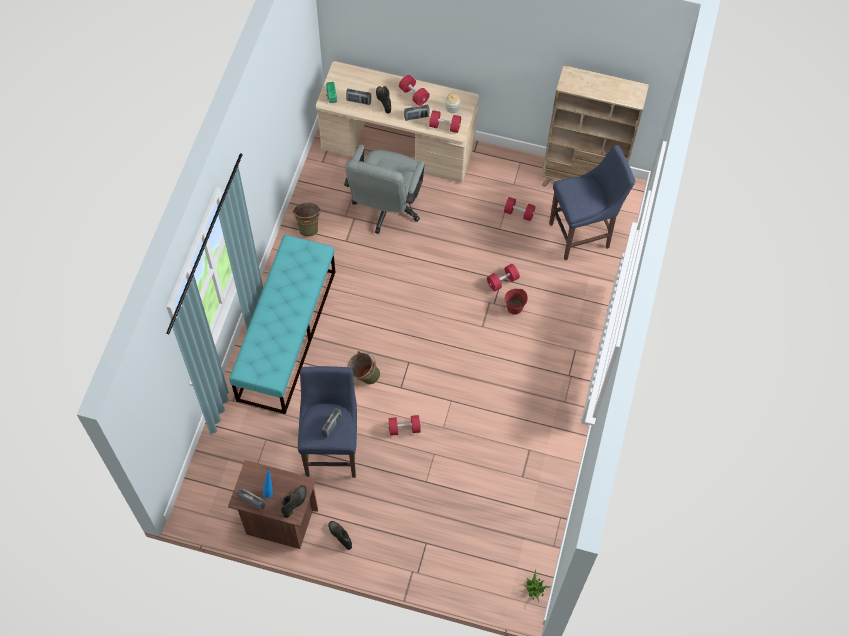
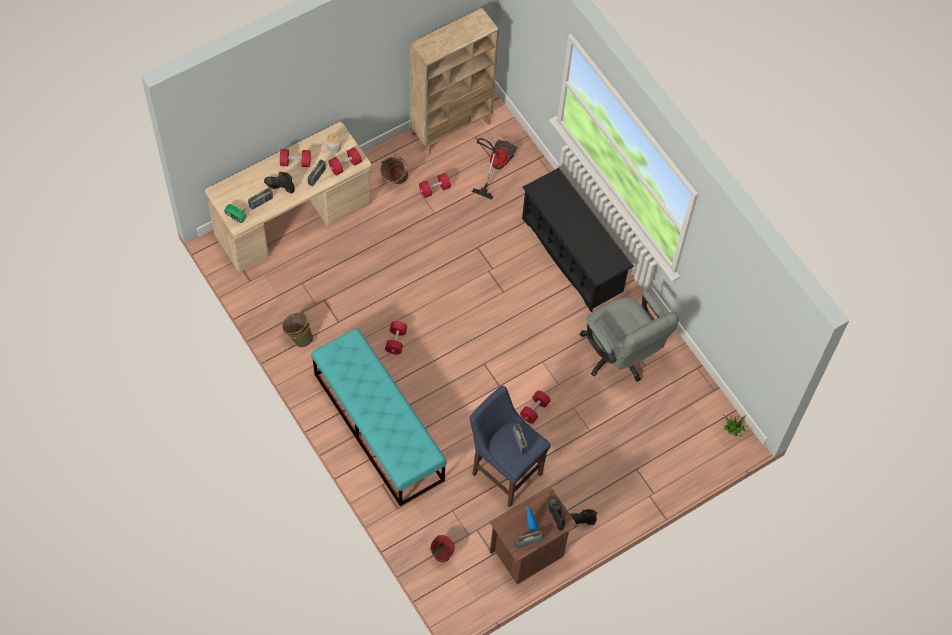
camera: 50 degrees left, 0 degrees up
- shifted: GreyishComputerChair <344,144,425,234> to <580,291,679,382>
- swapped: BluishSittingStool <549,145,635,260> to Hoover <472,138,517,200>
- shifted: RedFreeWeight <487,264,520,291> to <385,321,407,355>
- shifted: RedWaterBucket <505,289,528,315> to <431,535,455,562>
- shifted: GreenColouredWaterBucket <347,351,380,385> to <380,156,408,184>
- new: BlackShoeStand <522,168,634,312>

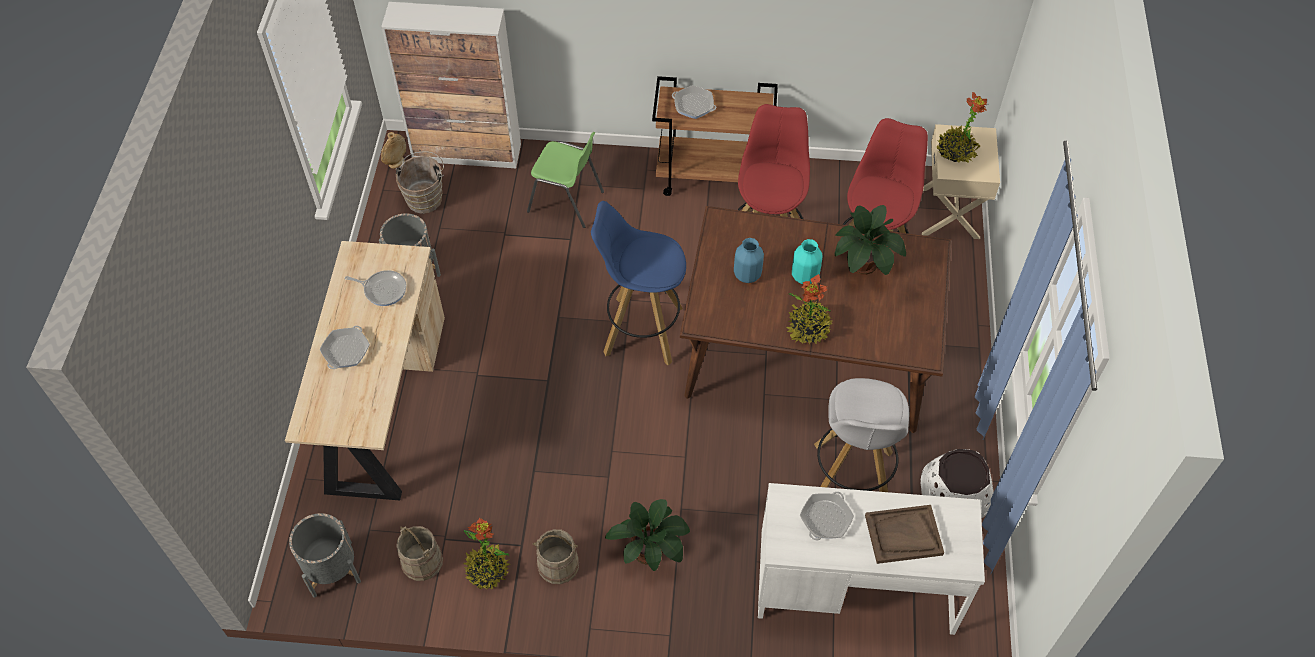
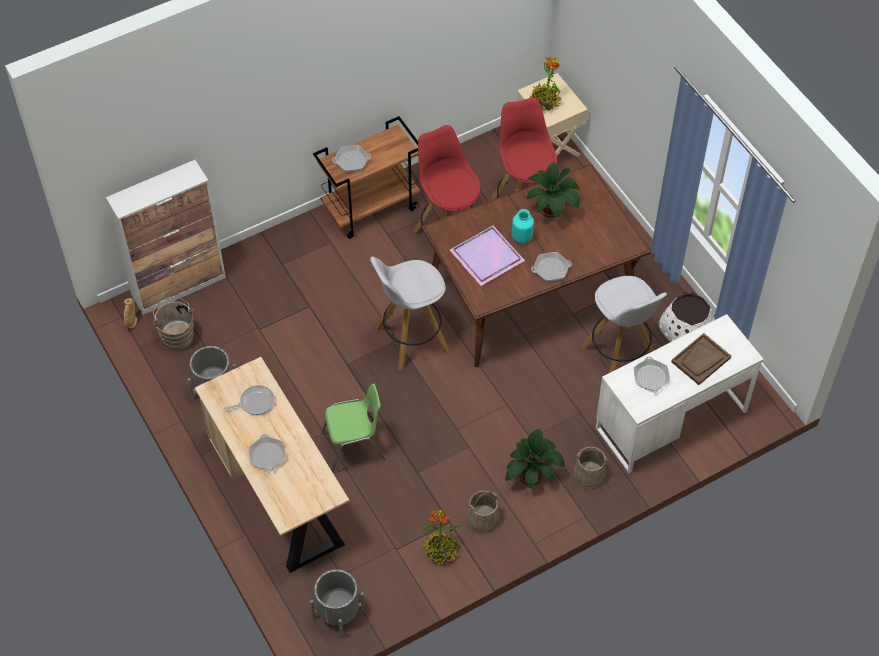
camera: 35 degrees left, 0 degrees up
- shifted: GreenColouredUprightChair <527,132,604,228> to <321,384,386,472>
- repainted: BluishSittingStool <591,201,686,366> to WhiteSittingStool <370,256,449,371>
- swapped: BluishVase <734,238,764,283> to PurpleCarryingTray <450,226,525,286>
- swapped: Houseplant <787,274,833,344> to Skillet <531,252,572,281>
- shifted: SandColouredWaterBucket <396,526,443,581> to <573,446,609,489>

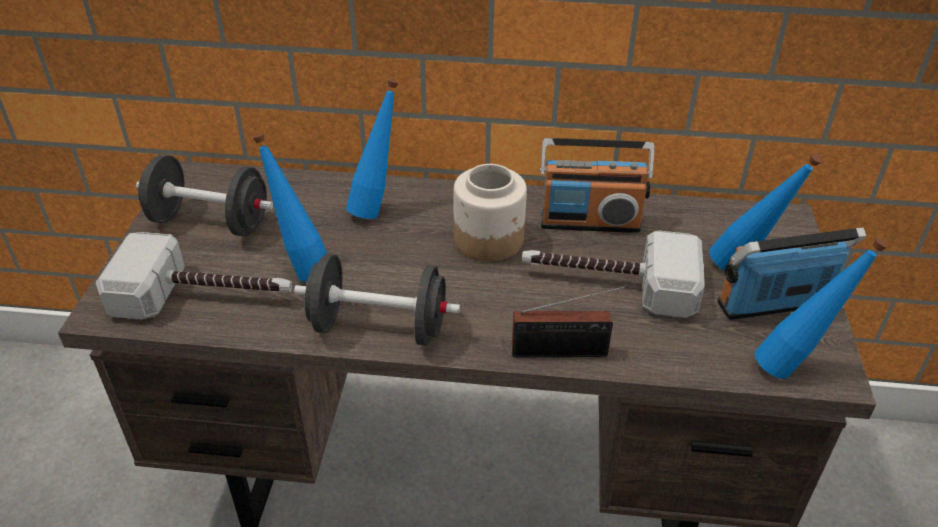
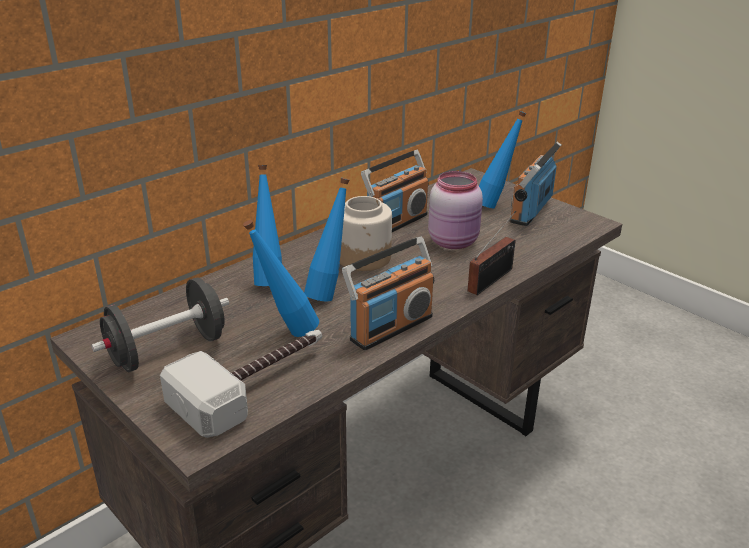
camera: 50 degrees left, 10 degrees down
- swapped: Hammer <522,231,705,318> to PinkJar <428,171,483,249>
- shifted: BluishDrinkBottle <755,238,888,379> to <304,178,349,301>
- swapped: BlackFreeWeight <294,254,460,346> to RadioSet <342,236,434,350>

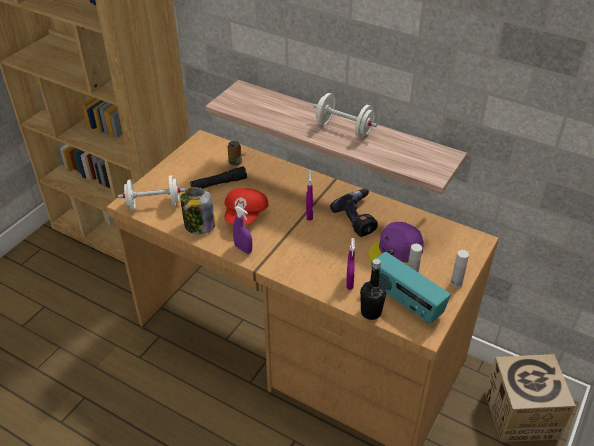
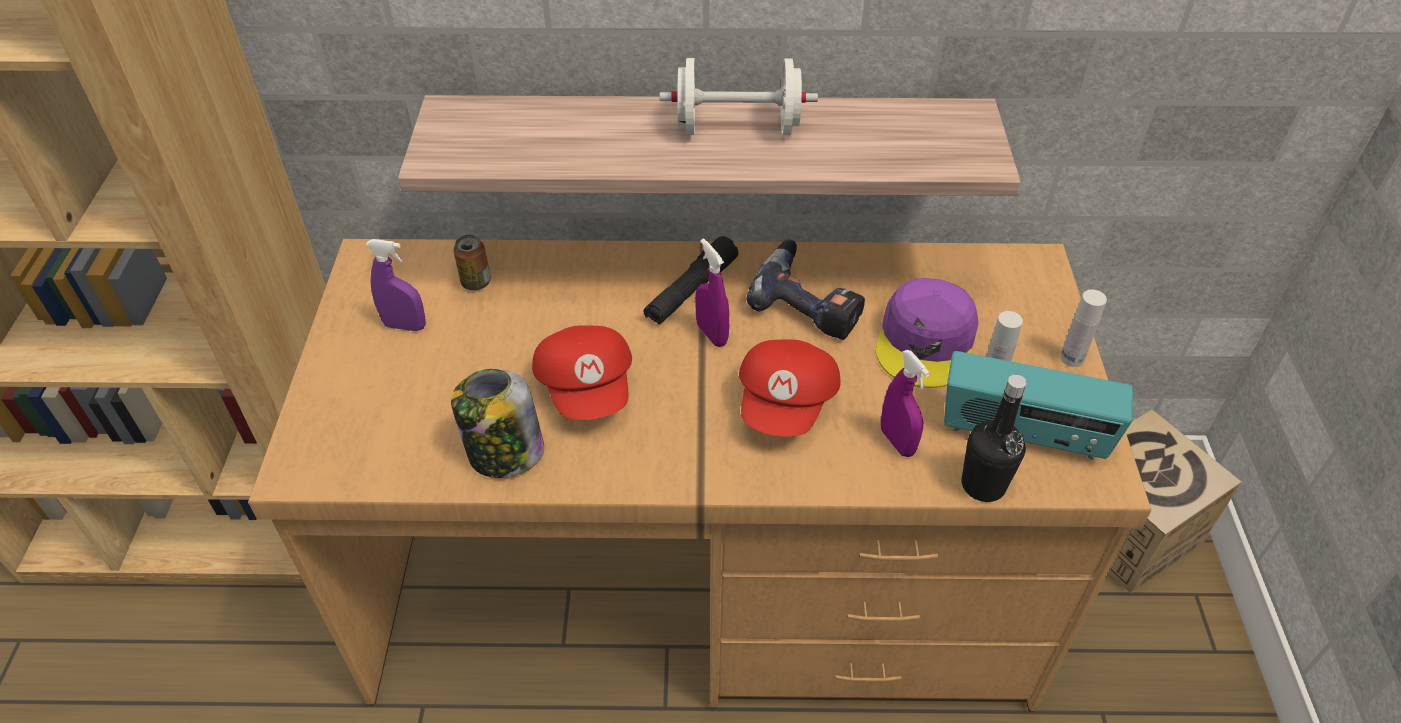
camera: 30 degrees left, 5 degrees up
- shifted: BlackHandTorch <190,166,247,189> to <644,236,738,325>
- gone: WhiteFreeWeight <118,175,185,211>
- shifted: PurpleSprayer <233,206,252,253> to <365,239,426,331>
- new: RedBaseballCap <739,340,841,437>

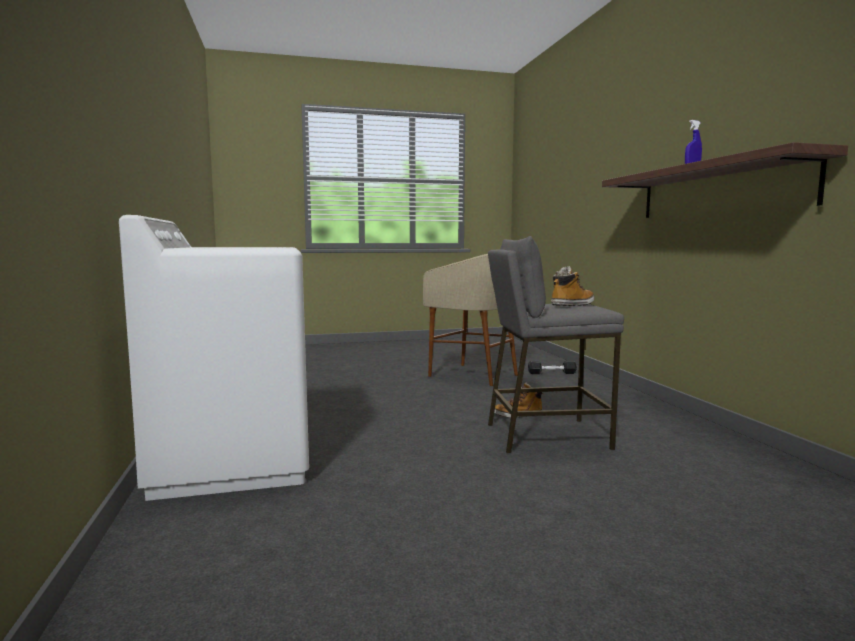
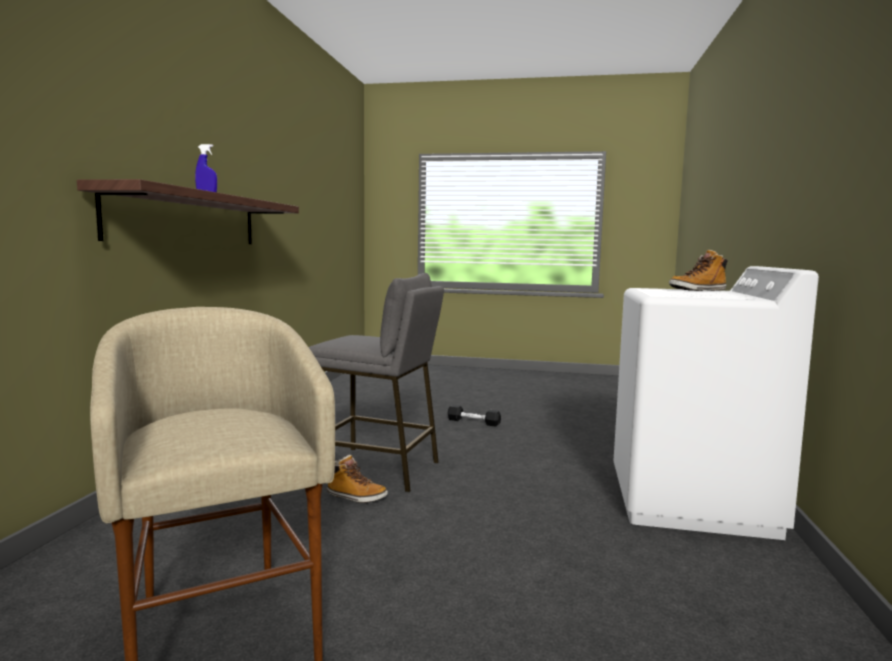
camera: 155 degrees left, 0 degrees up
- shifted: HighTopBoot <551,266,594,306> to <669,249,728,291>
- shifted: BlackFreeWeight <528,361,577,374> to <447,405,501,427>

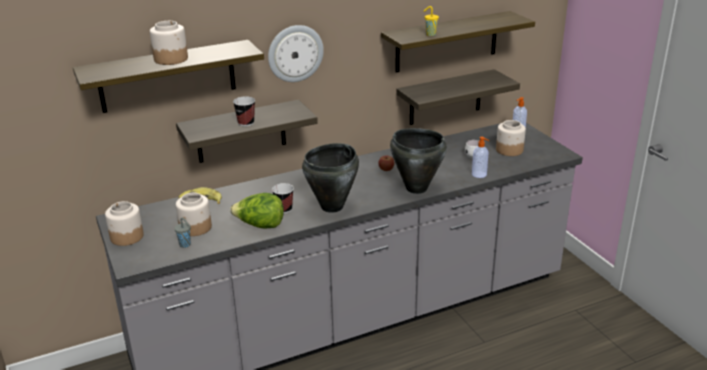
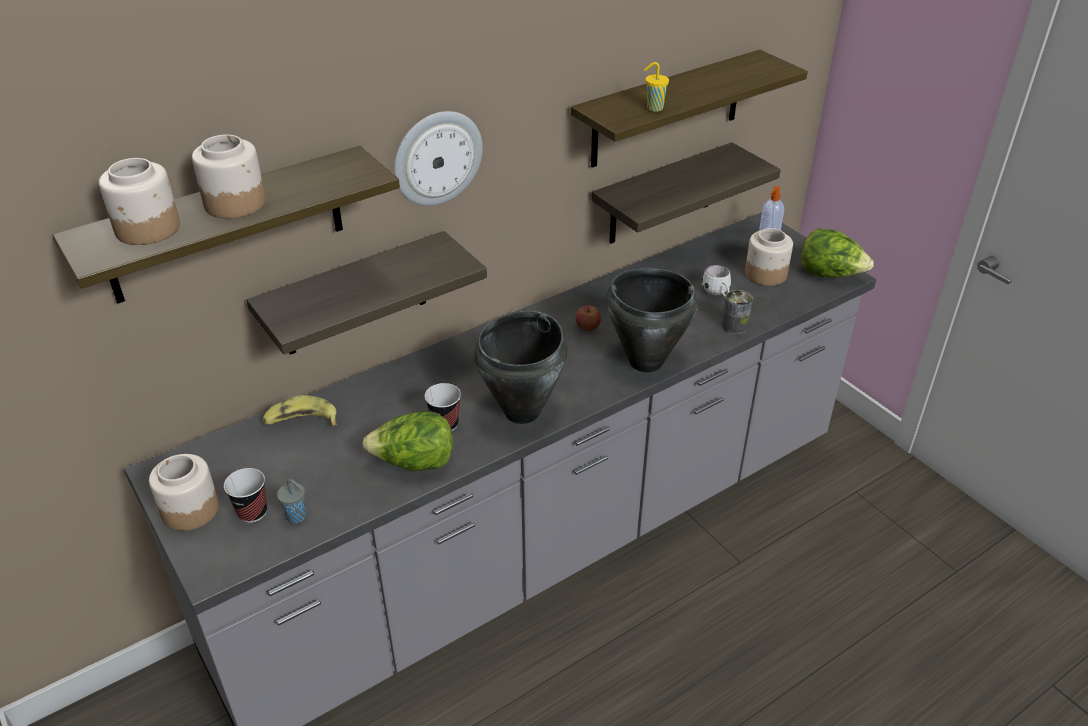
camera: 10 degrees left, 10 degrees up
- shifted: SmallCup <233,96,255,127> to <224,468,267,523>
- swapped: SoapDispenser <472,137,489,178> to SealedCan <722,290,753,334>
- shifted: Jar <176,193,212,236> to <99,158,180,245>
- new: Lettuce <801,228,874,278>

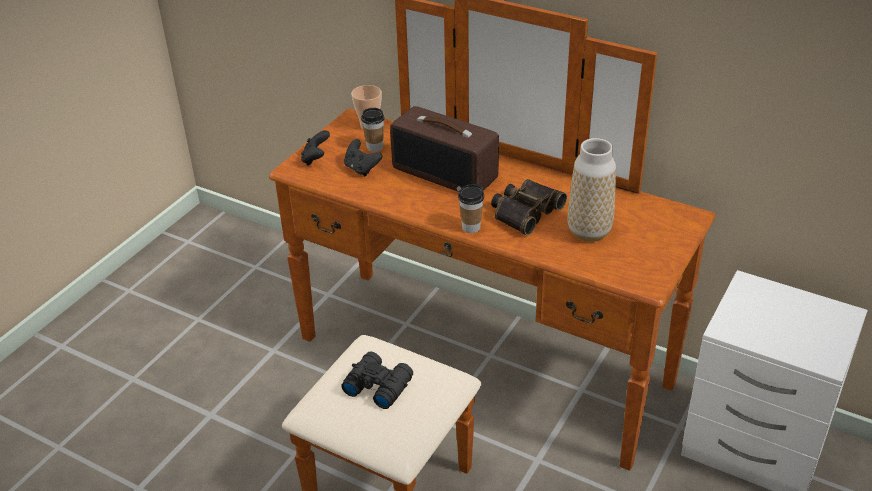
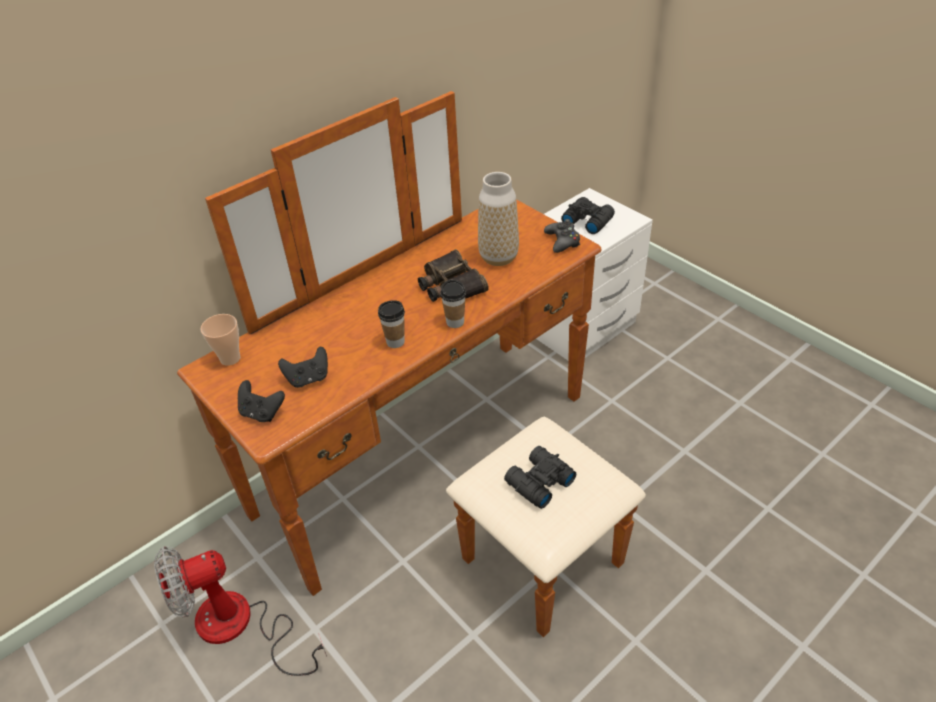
camera: 70 degrees left, 5 degrees up
- gone: RadioSet <390,106,499,192>
- shifted: SmallCup <361,108,385,152> to <378,300,405,348>
- new: BlackBinoculars <561,197,615,234>
- new: BlackGamepad <544,219,580,253>
- new: CoolingFan <154,546,327,676>

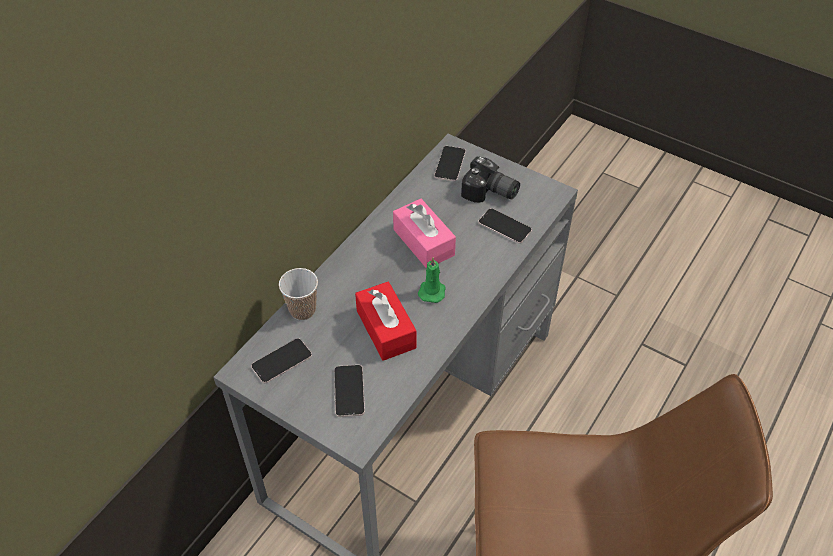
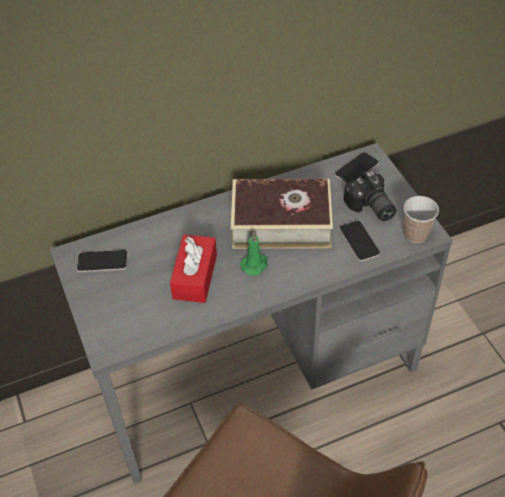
camera: 35 degrees right, 0 degrees up
- swapped: PinkTissueBox <393,199,456,269> to BoundBook <231,179,333,249>
- shifted: SmallCup <279,268,318,320> to <404,196,439,243>
- gone: Handset <334,365,365,417>

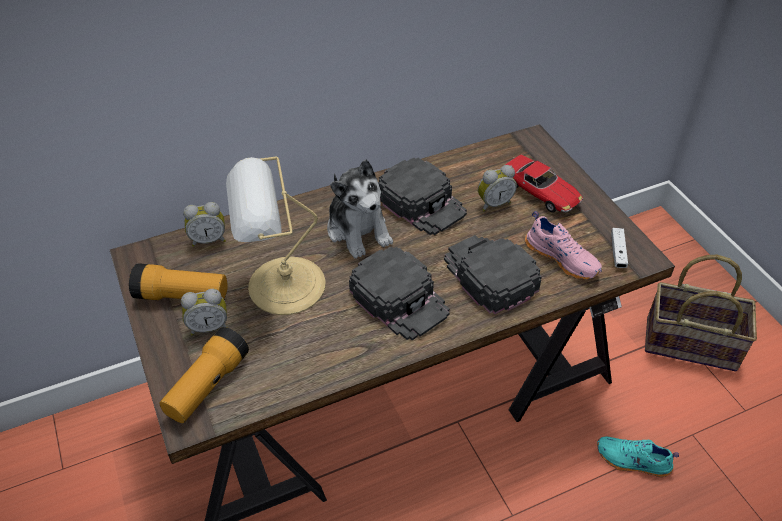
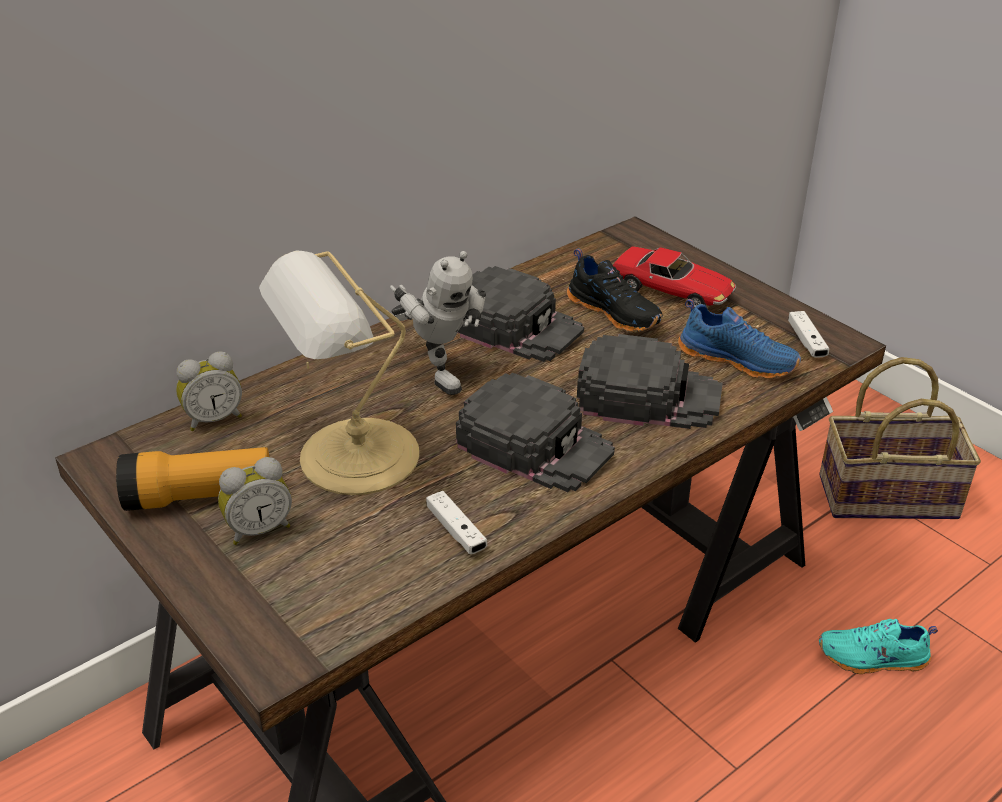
camera: 15 degrees left, 10 degrees down
- swapped: CuddlyToy <327,159,393,259> to ToyRobot <390,251,486,395>
- swapped: BedsideClock <478,165,517,211> to BlackItemOfFootwear <567,248,663,332>
- repainted: PinkItemOfFootwear <525,211,602,280> to BluishItemOfFootwear <678,299,801,379>
- rotated: BlackBaseballCap <444,235,542,314> = <577,334,723,429> 150 degrees clockwise
- gone: HandTorch <159,327,249,423>
- new: WhiteGamepad <426,491,487,554>

